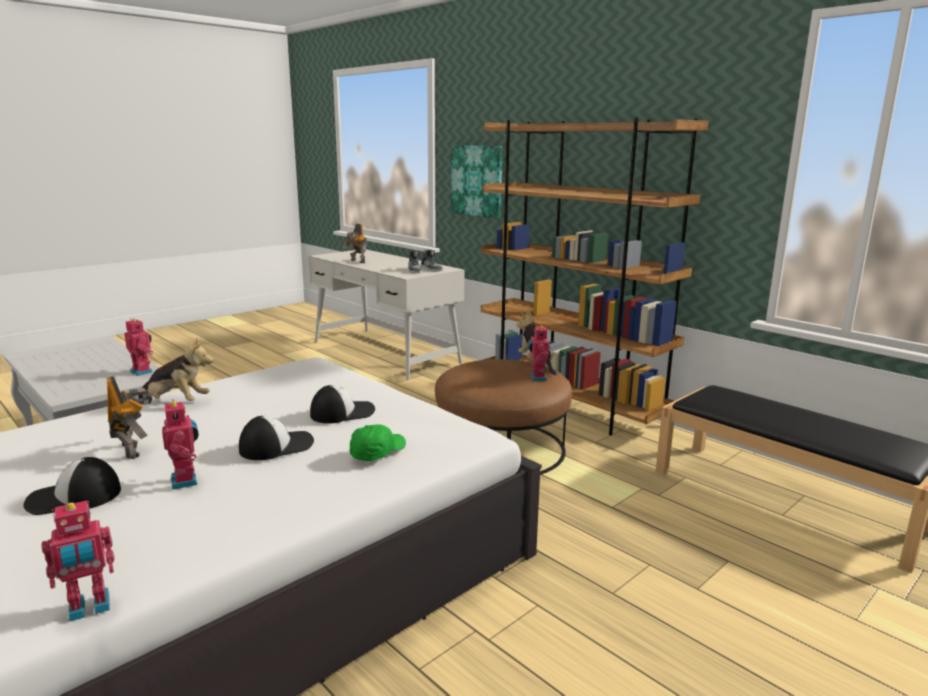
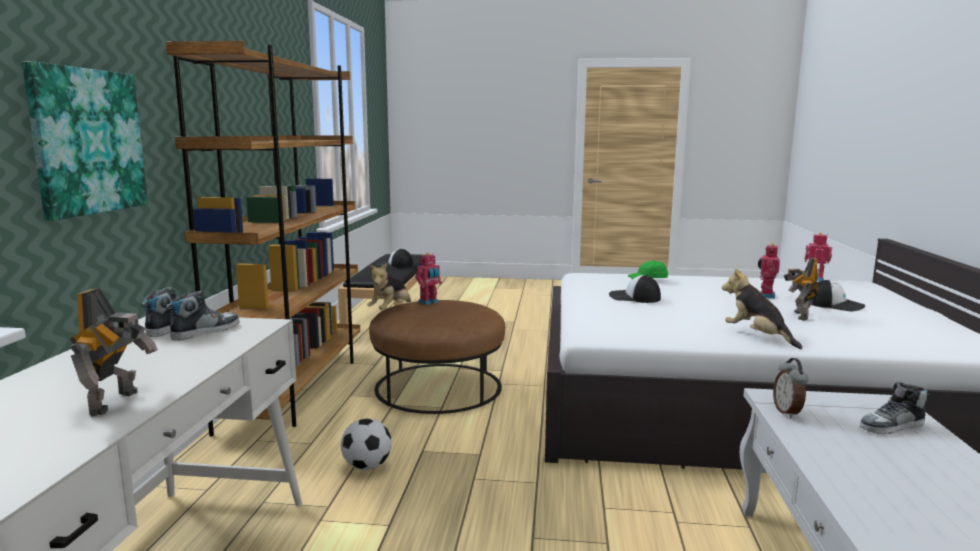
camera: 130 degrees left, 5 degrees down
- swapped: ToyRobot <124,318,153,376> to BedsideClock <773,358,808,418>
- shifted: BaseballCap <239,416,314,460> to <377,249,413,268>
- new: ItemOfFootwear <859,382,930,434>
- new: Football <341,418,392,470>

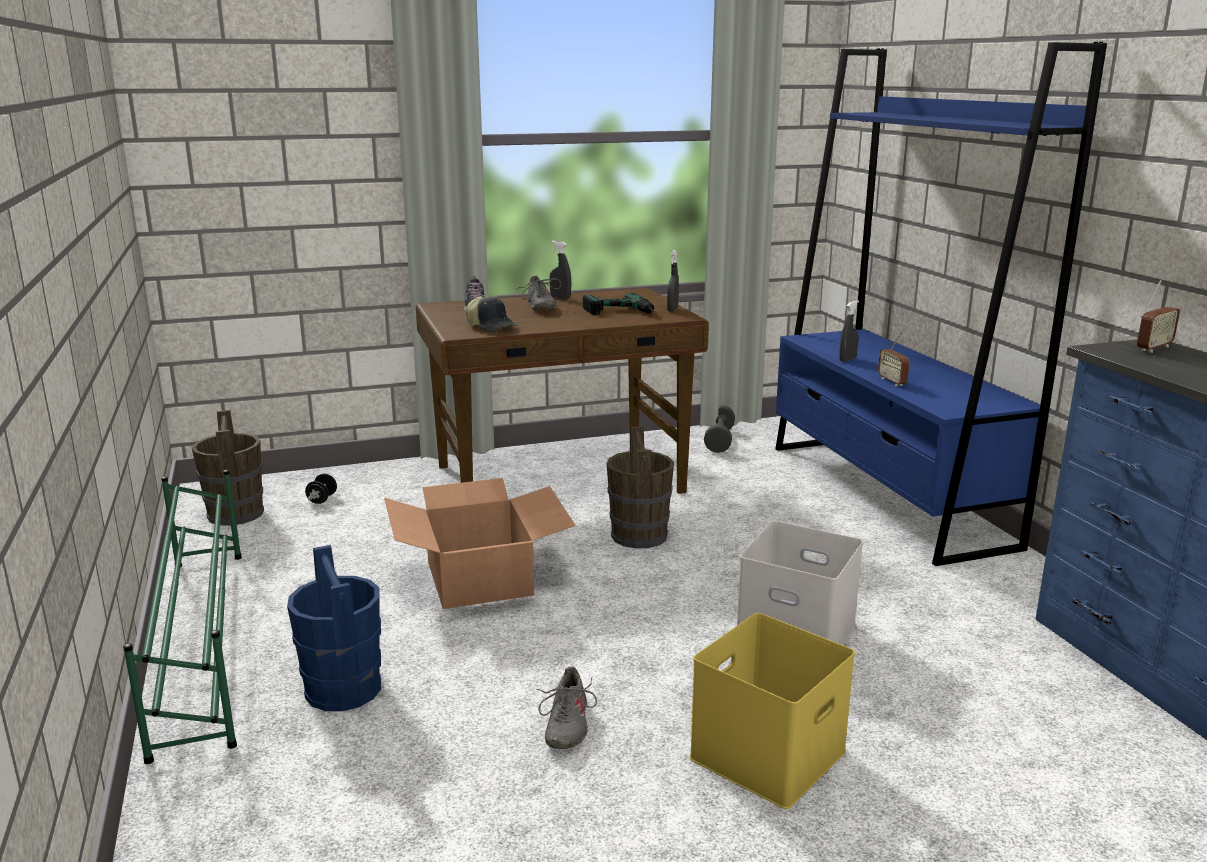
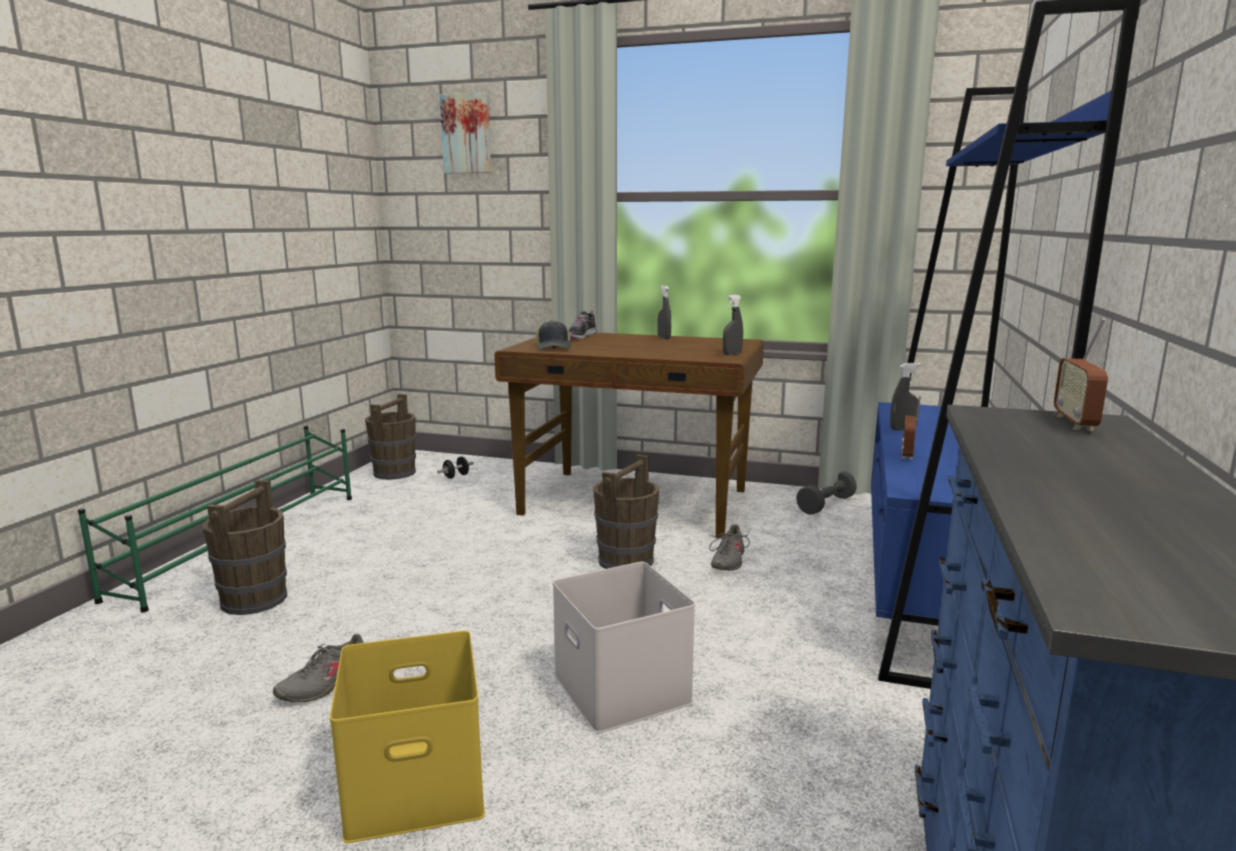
camera: 35 degrees right, 5 degrees down
- shifted: GreyishItemOfFootwear <517,276,561,311> to <709,524,750,571>
- rotated: RadioSet <1137,280,1180,353> = <1054,318,1108,431> 105 degrees clockwise
- gone: Drill <583,293,657,315>
- gone: CardboardBox <384,478,576,609>
- repainted: BluishWaterBucket <287,545,381,711> to BrownWaterBucket <203,480,287,615>
- new: WallPicture <440,92,491,174>

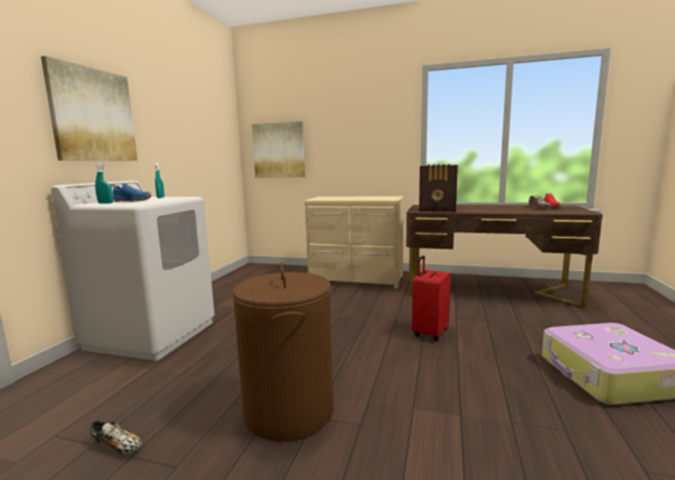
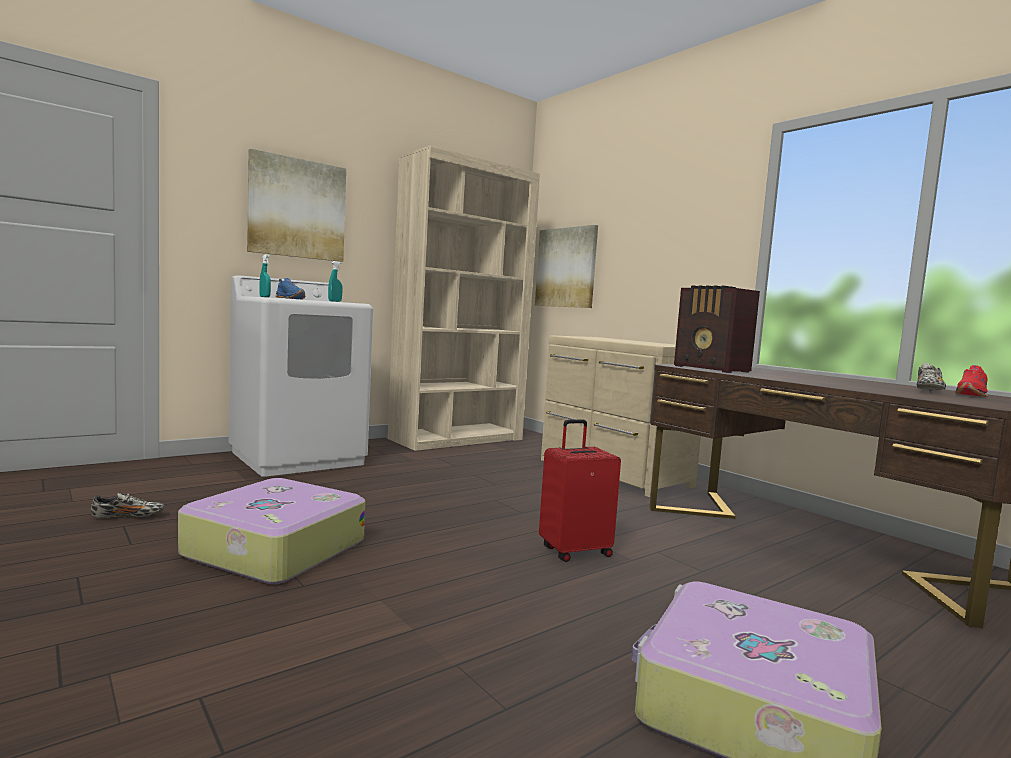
camera: 35 degrees right, 5 degrees down
- swapped: BrownHamper <232,263,334,442> to TravelCase <178,478,365,584>
- rotated: ItemOfFootwear <90,420,142,455> = <91,493,165,519> 75 degrees counterclockwise
- new: SandColouredBookshelf <387,145,540,451>

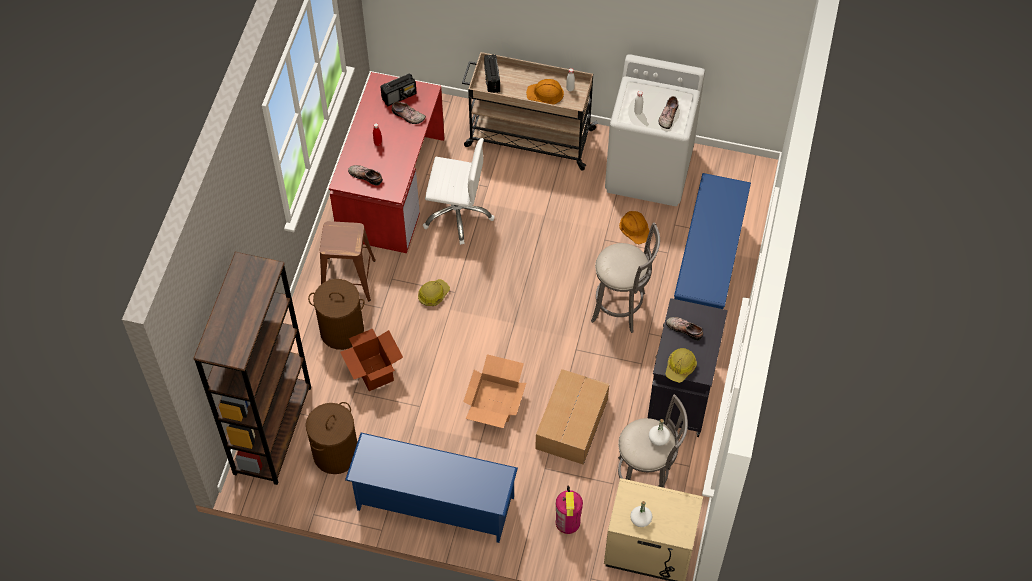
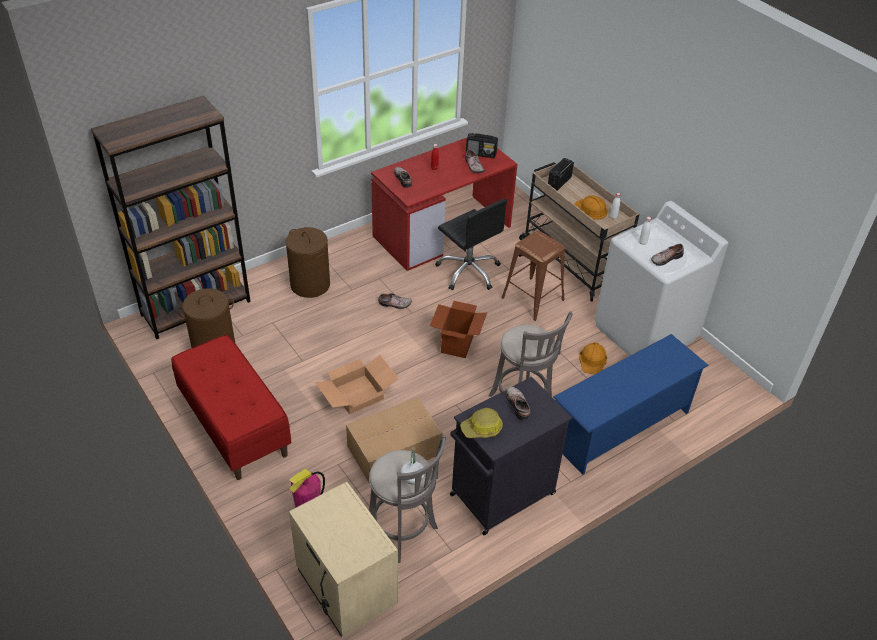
camera: 40 degrees right, 15 degrees down
- repainted: WhiteComputerChair <423,138,495,245> to BlackComputerChair <435,199,507,290>
- shifted: BrownSittingStool <320,221,376,301> to <501,231,565,321>
- swapped: WorkHelmet <418,279,450,306> to ItemOfFootwear <378,293,412,309>
- shifted: CardboardBox <340,328,403,391> to <430,301,487,358>
- swapped: BluishShoeStand <345,433,518,543> to RedIndoorBench <171,334,291,480>
- gone: WhiteDrinkBottle <630,501,652,527>

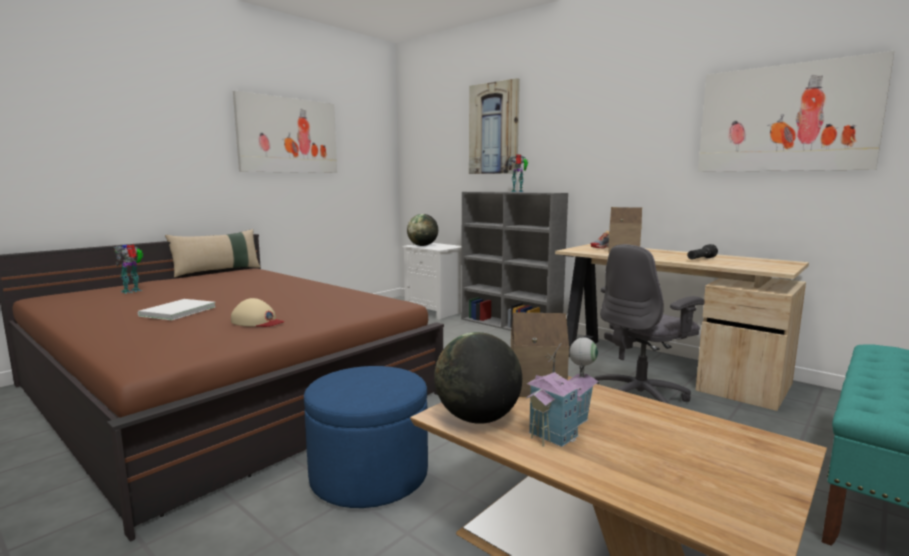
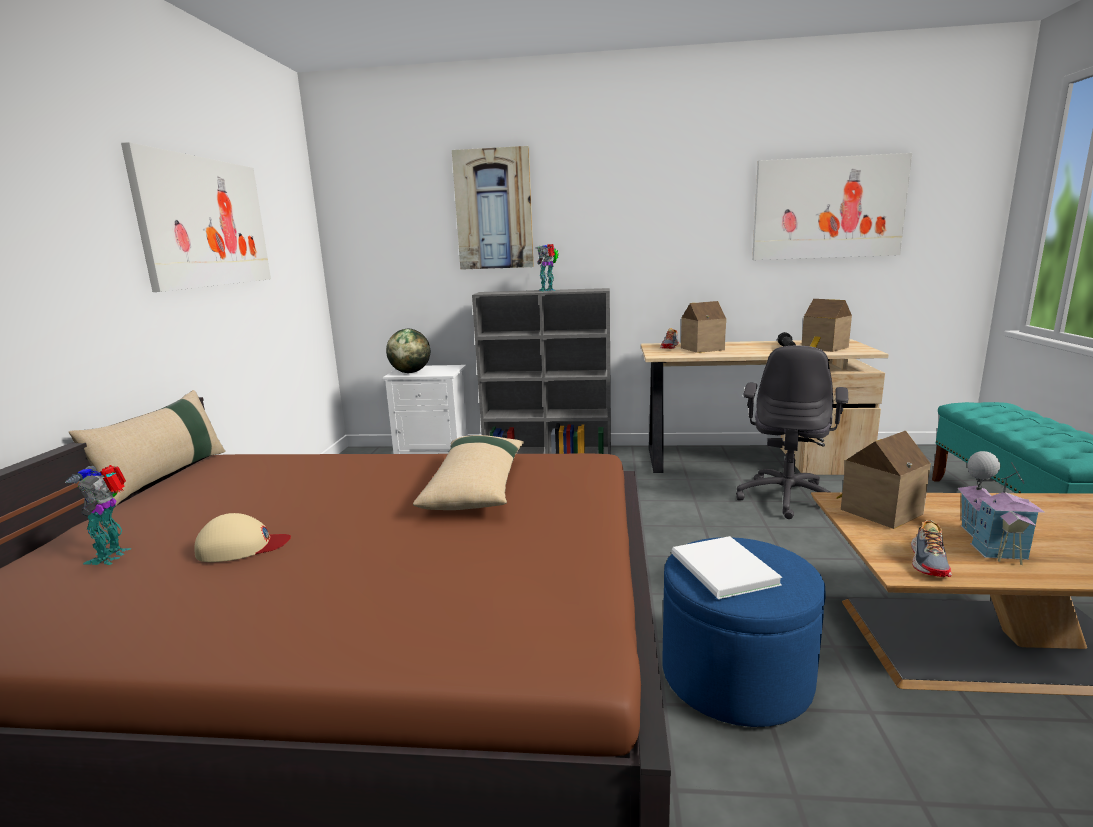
camera: 35 degrees left, 5 degrees up
- shifted: SandColouredBaseballCap <231,298,284,327> to <194,513,291,562>
- shifted: WhiteBoundBook <138,299,215,320> to <672,536,782,599>
- swapped: DeskGlobe <434,332,522,424> to ItemOfFootwear <911,520,952,577>
- new: ToyHouse <801,299,852,352>
- new: SandColouredPillow <413,435,524,510>

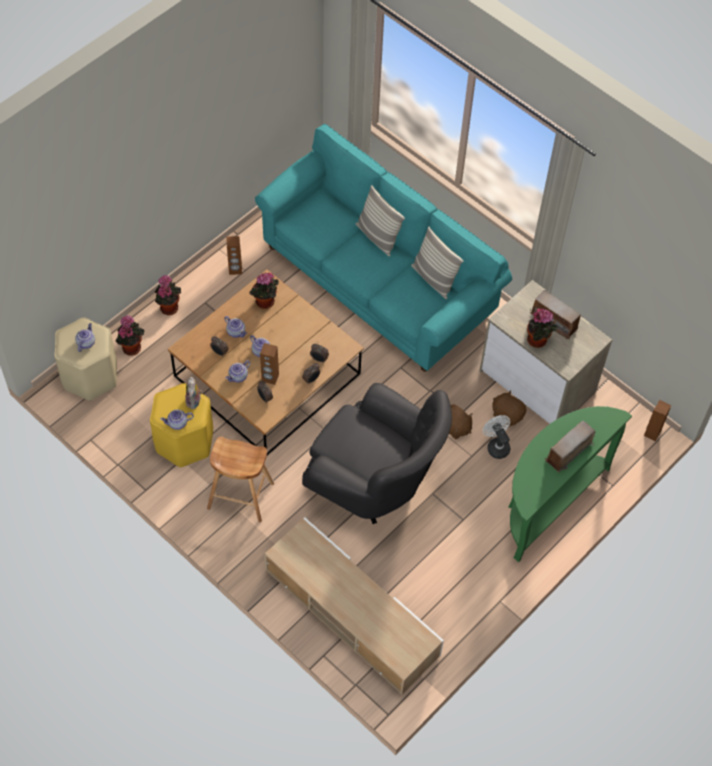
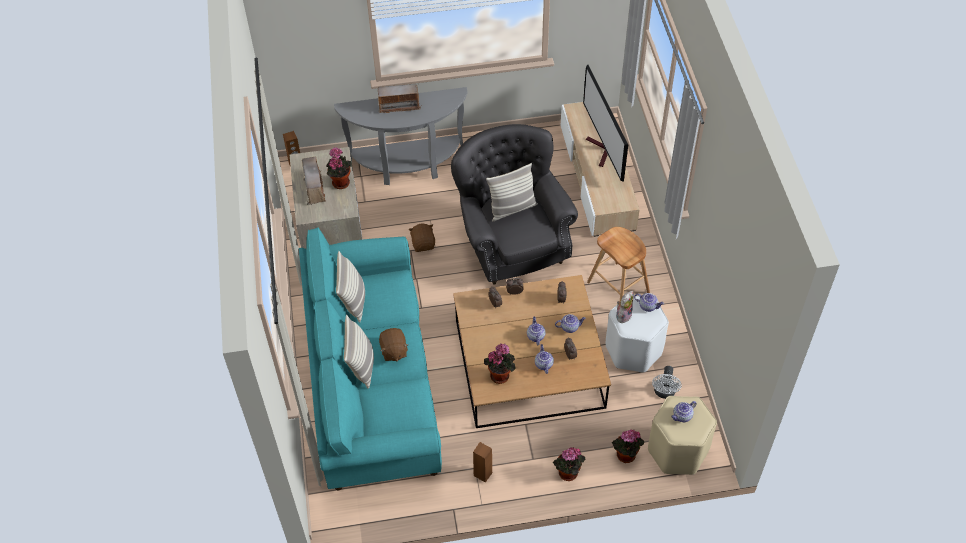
camera: 140 degrees left, 5 degrees down
- gone: BrownAudioSpeaker <260,343,279,385>
- repainted: YellowishSittingStool <150,383,213,468> to WhiteSittingStool <606,295,669,372>
- shifted: BrownCuddlyToy <492,390,527,426> to <379,328,408,361>
- repainted: GreenColouredHallTable <508,406,632,562> to GreyishHallTable <334,87,468,185>
- shifted: WhiteCoolingFan <483,415,510,459> to <652,366,682,399>
- new: TvSet <583,65,628,182>
- new: Pillow <486,163,538,221>

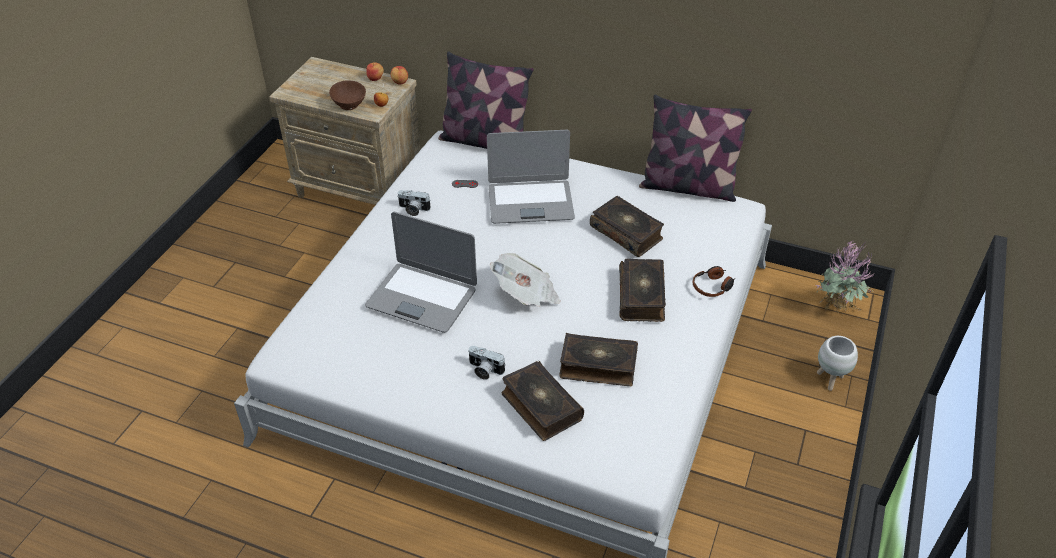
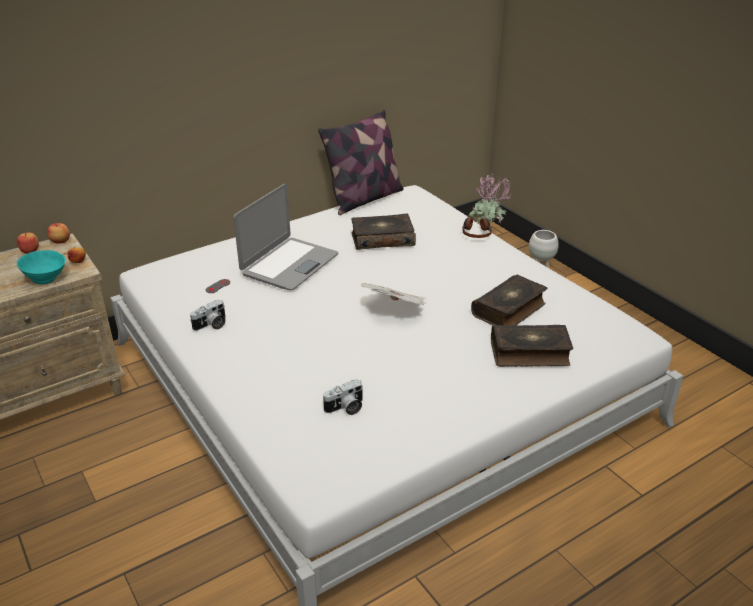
camera: 55 degrees left, 10 degrees down
- gone: Pillow <438,51,534,149>
- repainted: BrownDeepDish <329,80,366,110> to TurquoiseColouredDeepDish <17,250,65,284>
- gone: Laptop <365,212,477,333>
- gone: BoundBook <619,259,666,322>
- shifted: StillCamera <468,346,505,380> to <322,379,363,415>

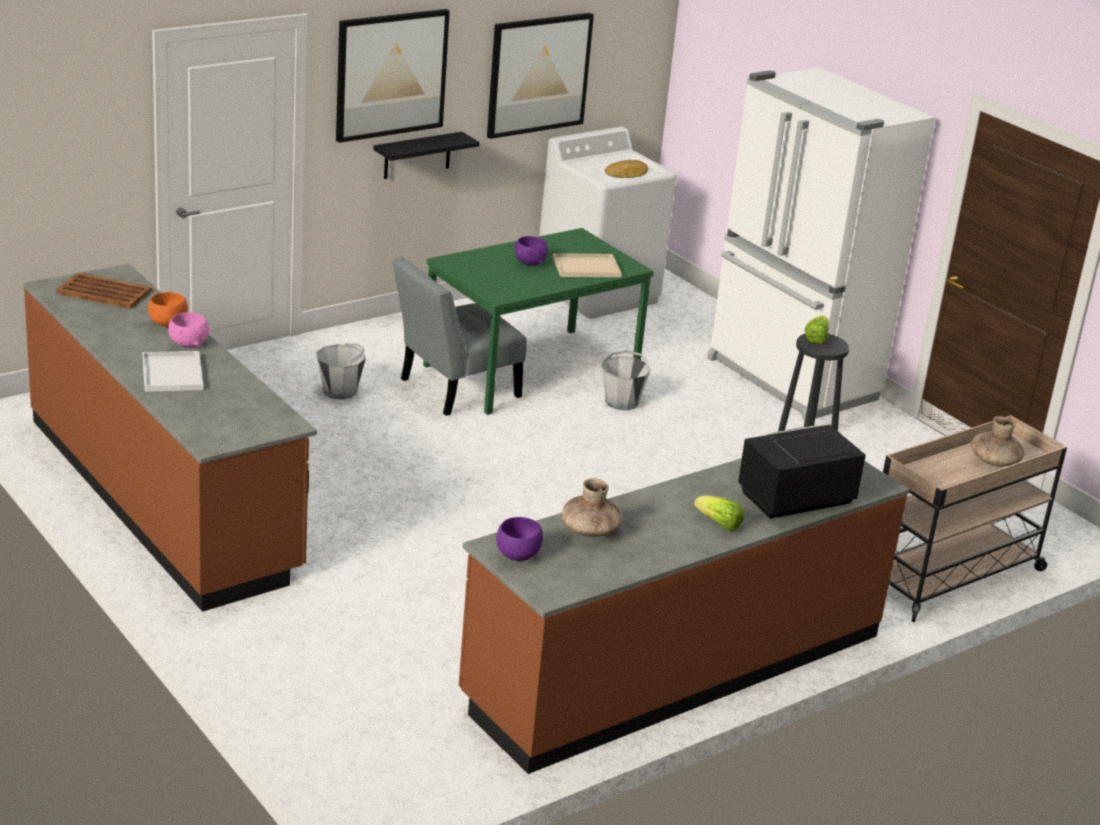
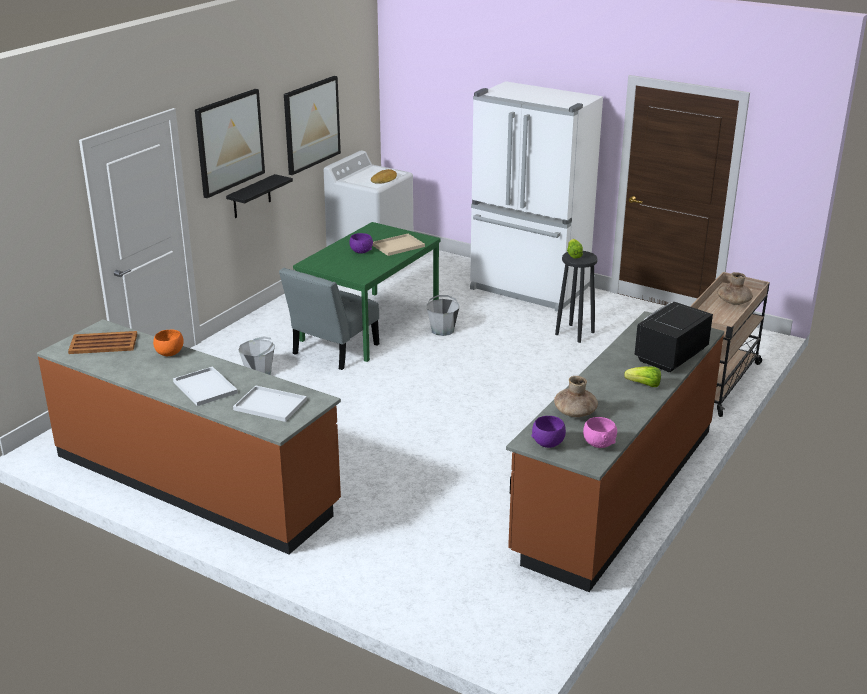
camera: 20 degrees left, 0 degrees up
- shifted: PinkDeepDish <168,312,209,348> to <583,417,617,448>
- new: WhiteCarryingTray <233,386,307,422>

